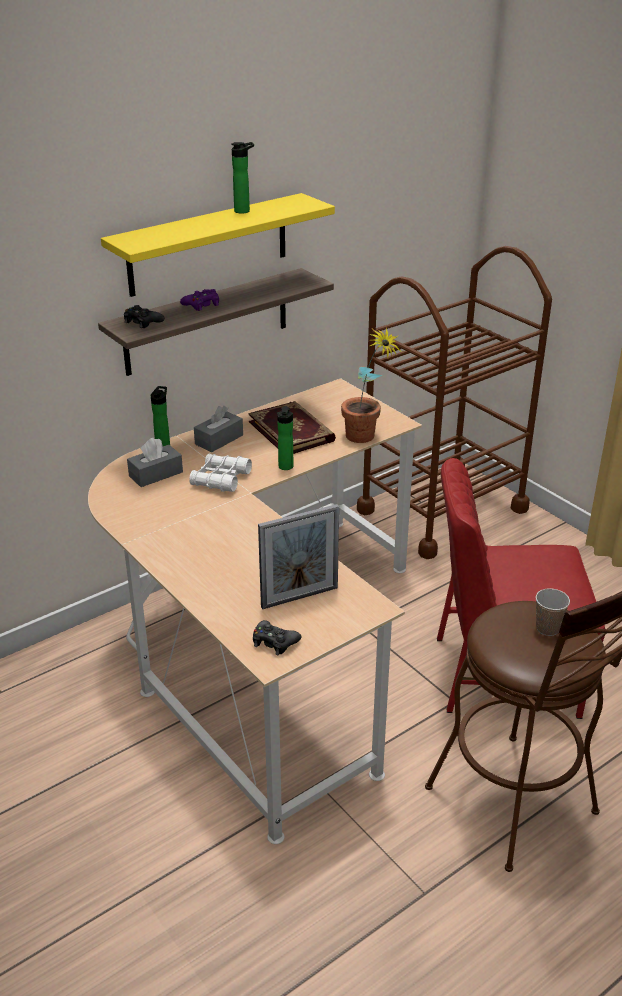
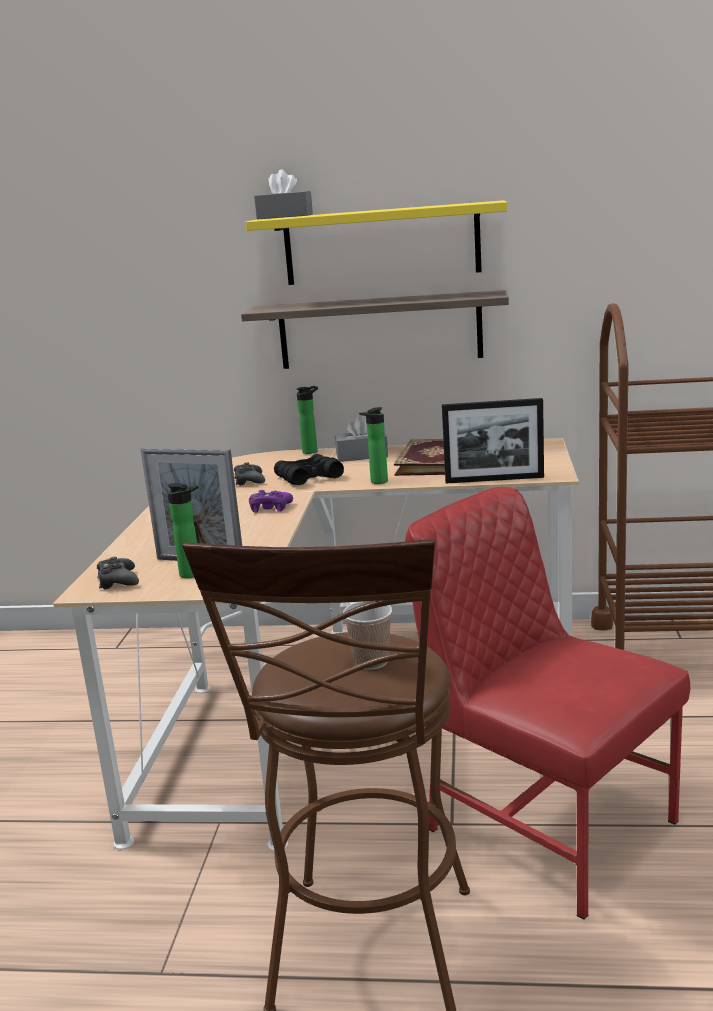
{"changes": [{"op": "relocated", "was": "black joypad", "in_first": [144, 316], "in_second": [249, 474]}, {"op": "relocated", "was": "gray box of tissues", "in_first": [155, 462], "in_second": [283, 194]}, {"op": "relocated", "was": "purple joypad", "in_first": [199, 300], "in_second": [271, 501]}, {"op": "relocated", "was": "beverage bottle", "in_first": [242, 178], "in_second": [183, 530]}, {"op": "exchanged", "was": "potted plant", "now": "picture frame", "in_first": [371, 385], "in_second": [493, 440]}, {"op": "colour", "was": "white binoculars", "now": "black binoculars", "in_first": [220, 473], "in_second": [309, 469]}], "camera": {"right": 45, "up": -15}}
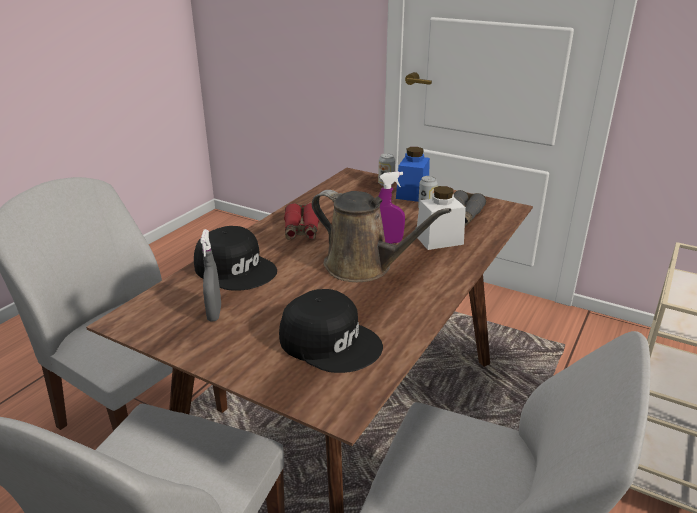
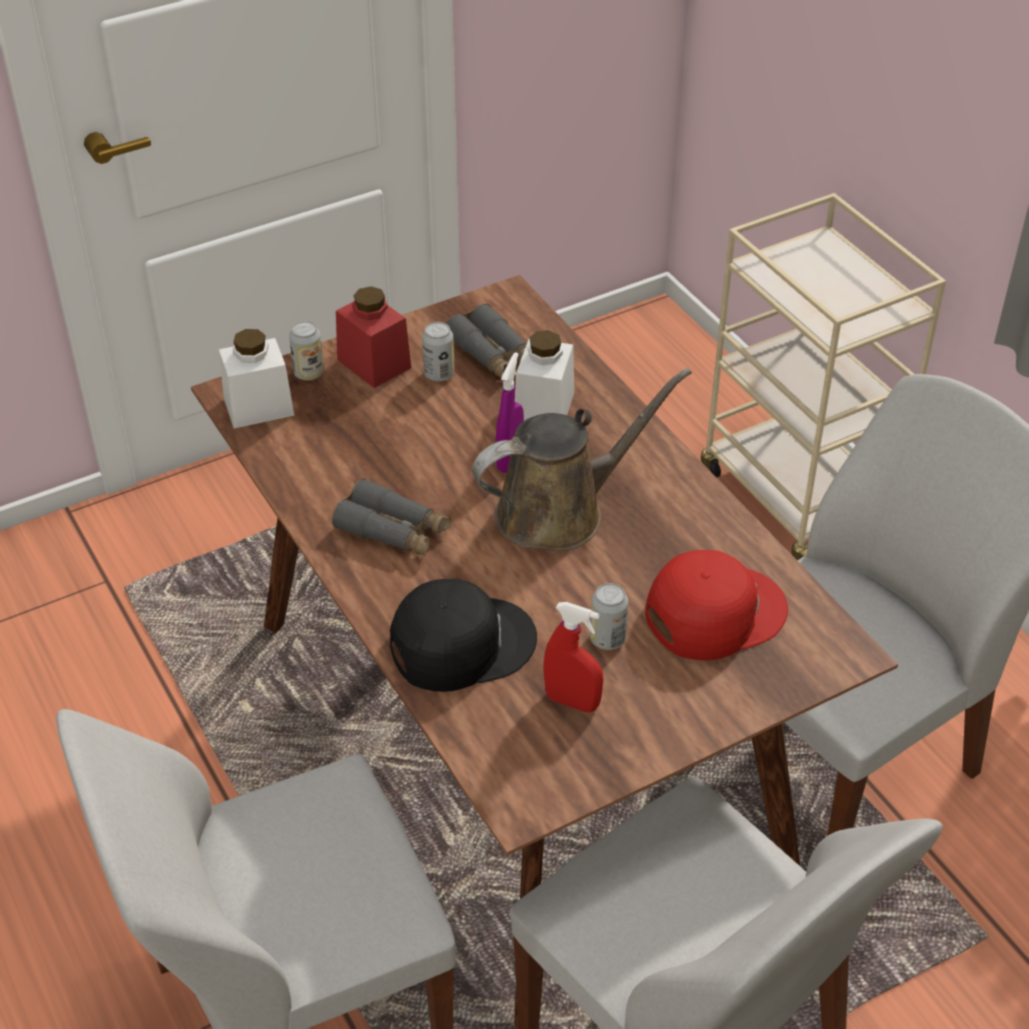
{"changes": [{"op": "appeared", "now": "white jar", "in_second": [257, 379]}, {"op": "appeared", "now": "sealed can", "in_second": [609, 616]}, {"op": "colour", "was": "gray hand sprayer", "now": "red-coloured hand sprayer", "in_first": [210, 275], "in_second": [573, 657]}, {"op": "colour", "was": "black peaked cap", "now": "red-coloured peaked cap", "in_first": [331, 331], "in_second": [716, 605]}, {"op": "colour", "was": "red-coloured binoculars", "now": "gray binoculars", "in_first": [302, 221], "in_second": [391, 517]}, {"op": "colour", "was": "blue jar", "now": "red-coloured jar", "in_first": [413, 174], "in_second": [373, 337]}], "camera": {"right": -60, "up": 15}}
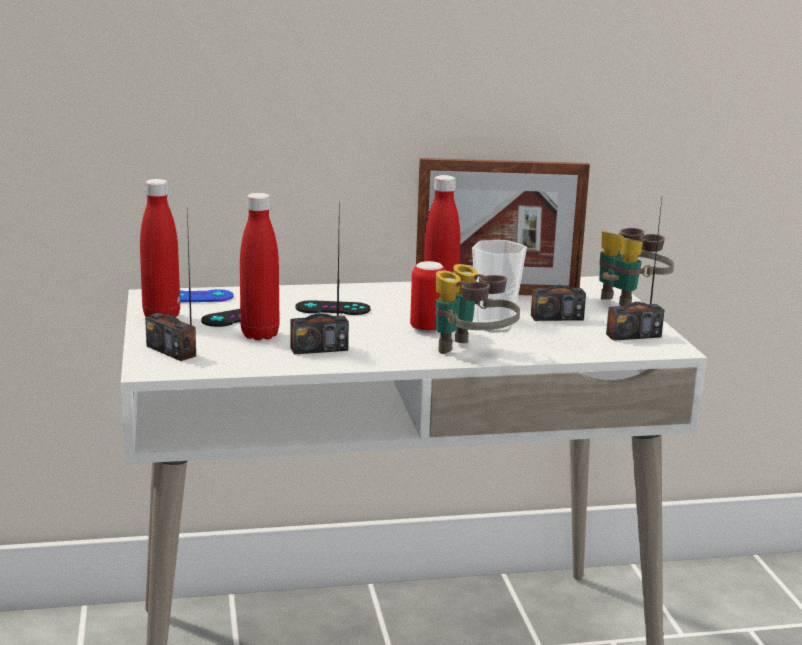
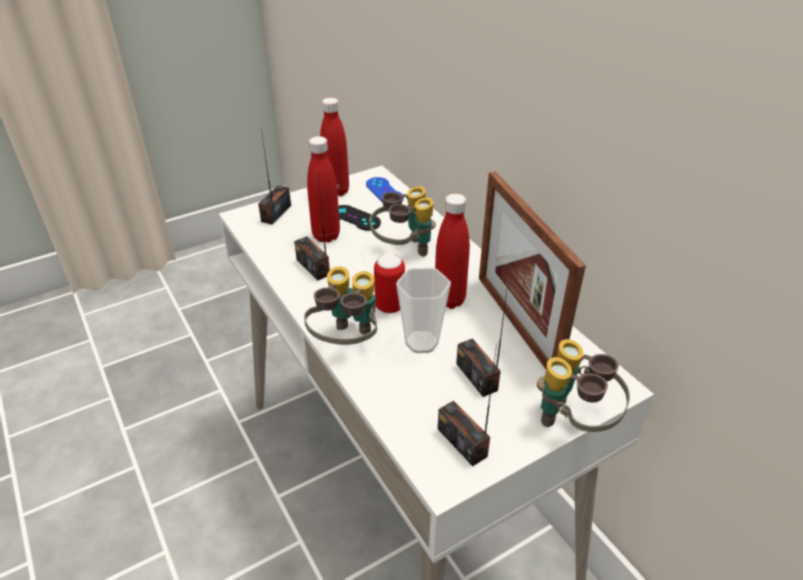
{"changes": [{"op": "exchanged", "was": "black joypad", "now": "binoculars", "in_first": [333, 307], "in_second": [403, 221]}], "camera": {"right": 70, "up": 20}}
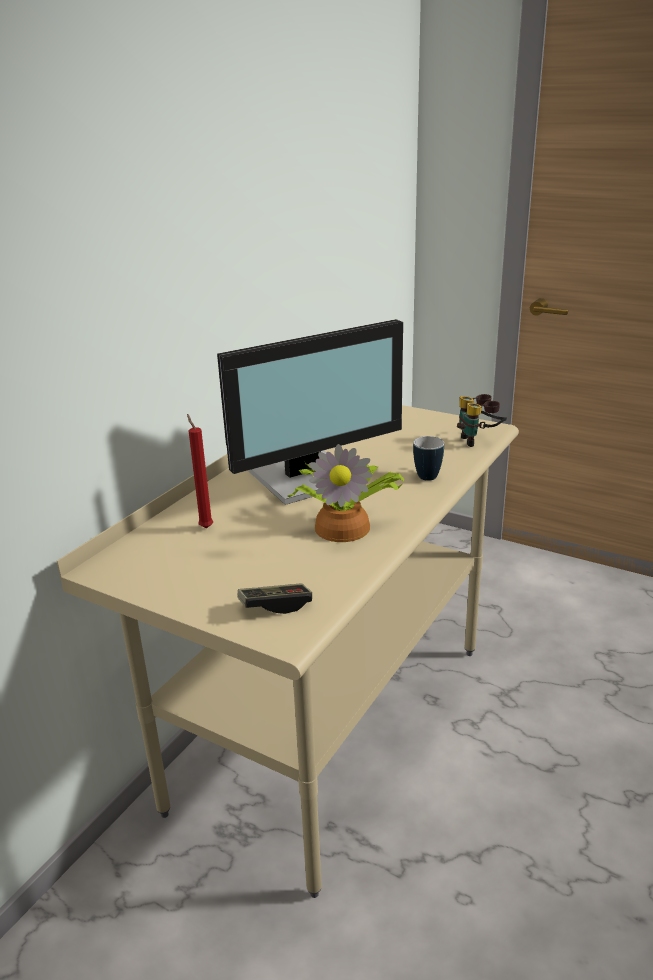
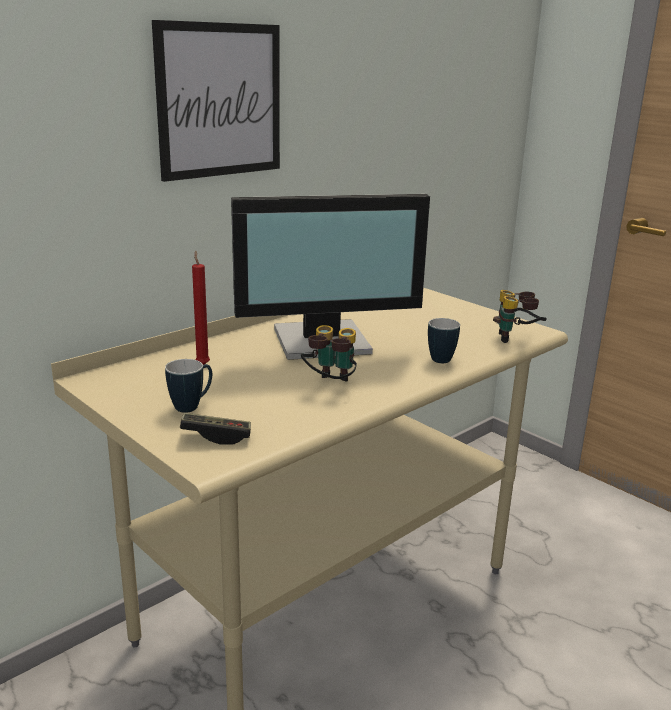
{"changes": [{"op": "appeared", "now": "wall picture", "in_second": [216, 101]}, {"op": "appeared", "now": "coffee mug", "in_second": [188, 386]}, {"op": "exchanged", "was": "potted plant", "now": "binoculars", "in_first": [346, 493], "in_second": [329, 353]}], "camera": {"right": 15, "up": -5}}
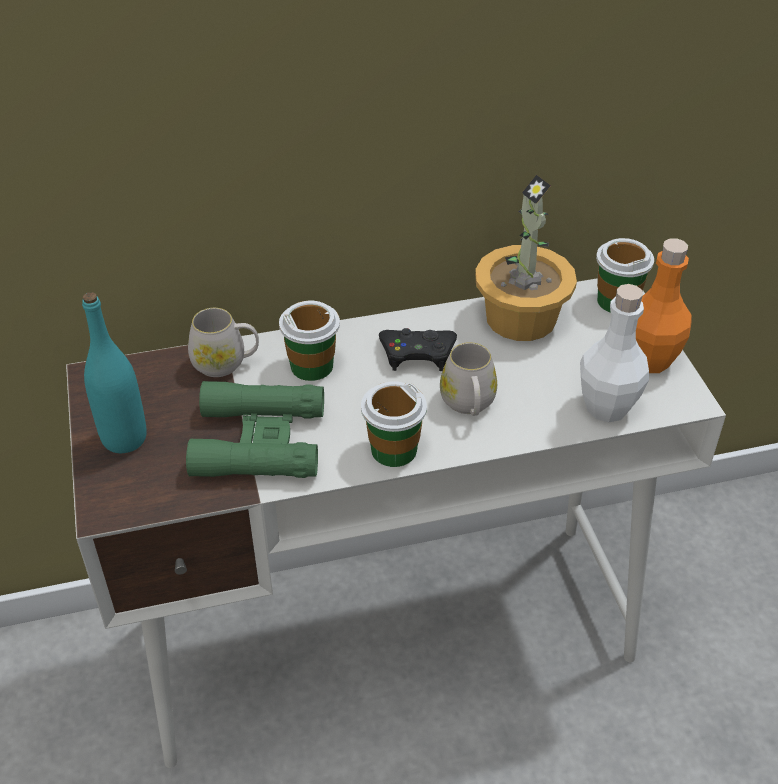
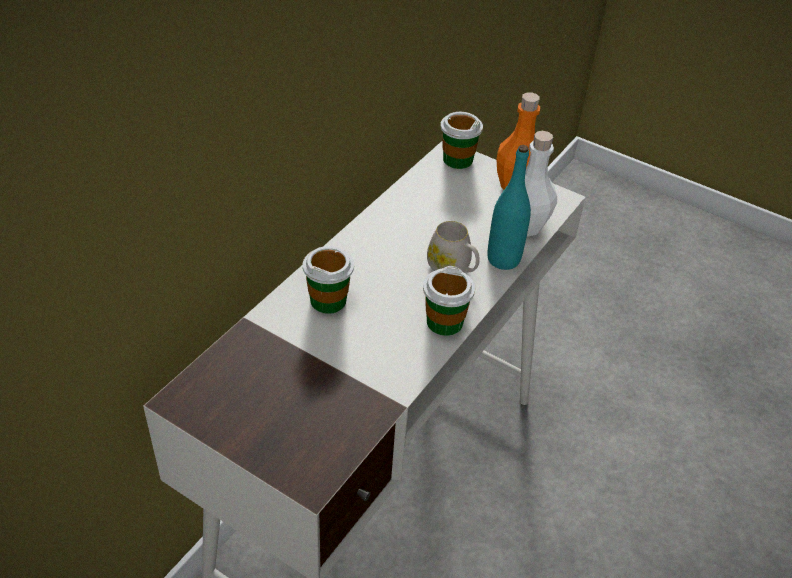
{"changes": [{"op": "missing", "was": "green binoculars", "in_first": [255, 429]}, {"op": "missing", "was": "white coffee mug", "in_first": [223, 342]}, {"op": "missing", "was": "black joypad", "in_first": [418, 349]}, {"op": "missing", "was": "potted plant", "in_first": [526, 258]}, {"op": "relocated", "was": "blue-green beverage bottle", "in_first": [114, 372], "in_second": [509, 207]}], "camera": {"right": -45, "up": 0}}
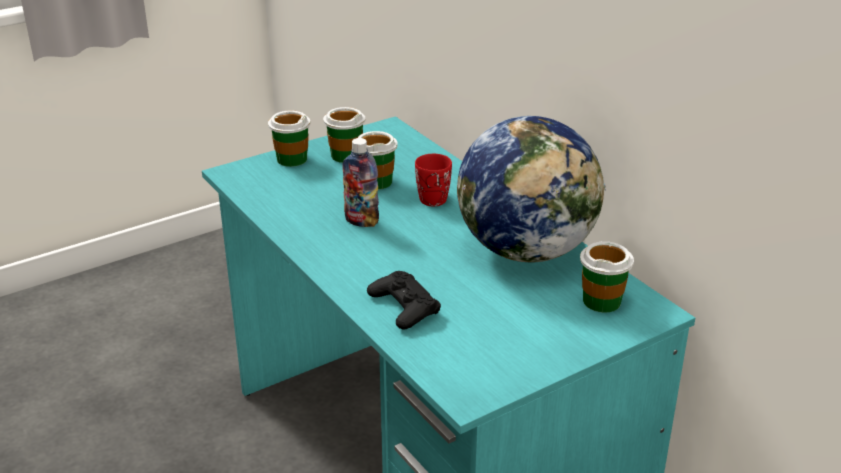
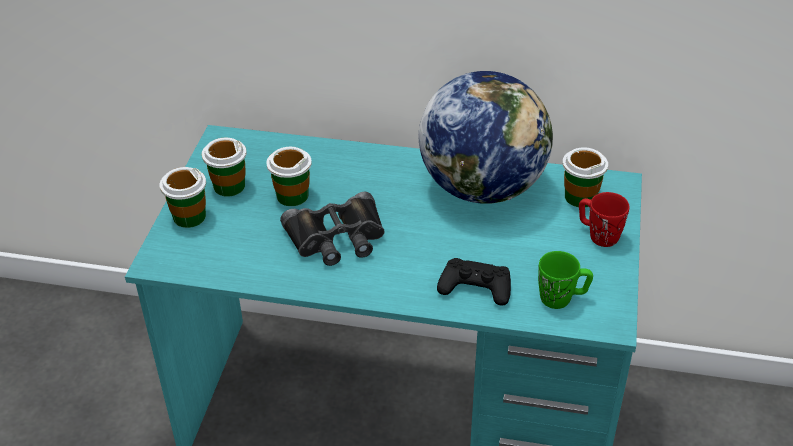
{"changes": [{"op": "appeared", "now": "green coffee mug", "in_second": [565, 280]}, {"op": "relocated", "was": "red-coloured coffee mug", "in_first": [433, 180], "in_second": [604, 219]}, {"op": "exchanged", "was": "beverage bottle", "now": "black binoculars", "in_first": [360, 182], "in_second": [332, 229]}], "camera": {"right": -45, "up": 10}}
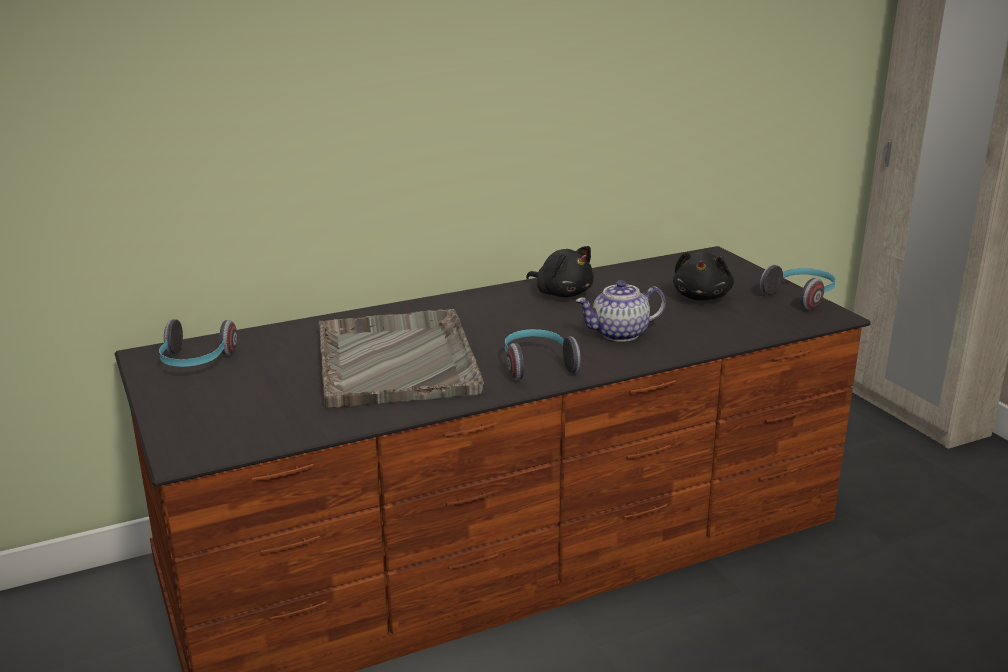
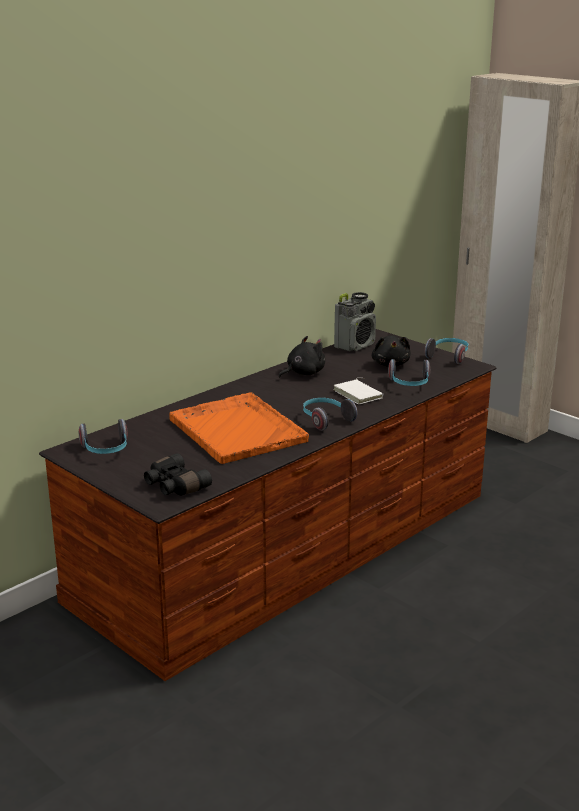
{"changes": [{"op": "appeared", "now": "black binoculars", "in_second": [178, 474]}, {"op": "appeared", "now": "radio receiver", "in_second": [355, 321]}, {"op": "appeared", "now": "headphones", "in_second": [409, 372]}, {"op": "exchanged", "was": "pot for tea", "now": "white volume", "in_first": [620, 311], "in_second": [358, 391]}, {"op": "colour", "was": "gray tray", "now": "orangey tray", "in_first": [401, 358], "in_second": [239, 428]}, {"op": "spun", "was": "black cuddly toy", "in_first": [560, 271], "in_second": [301, 357], "clockwise": -60}], "camera": {"right": -20, "up": 0}}
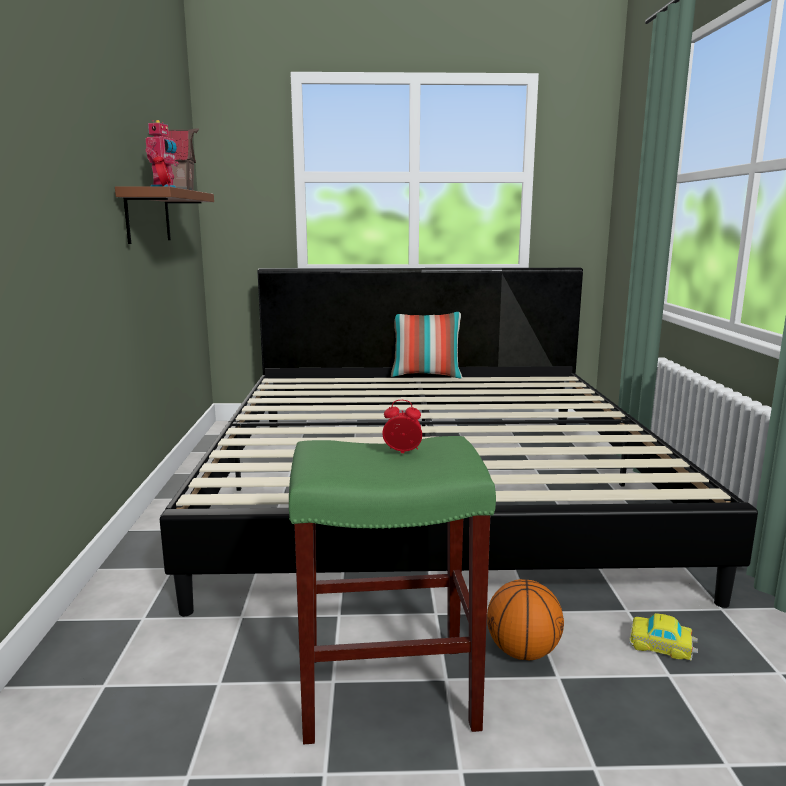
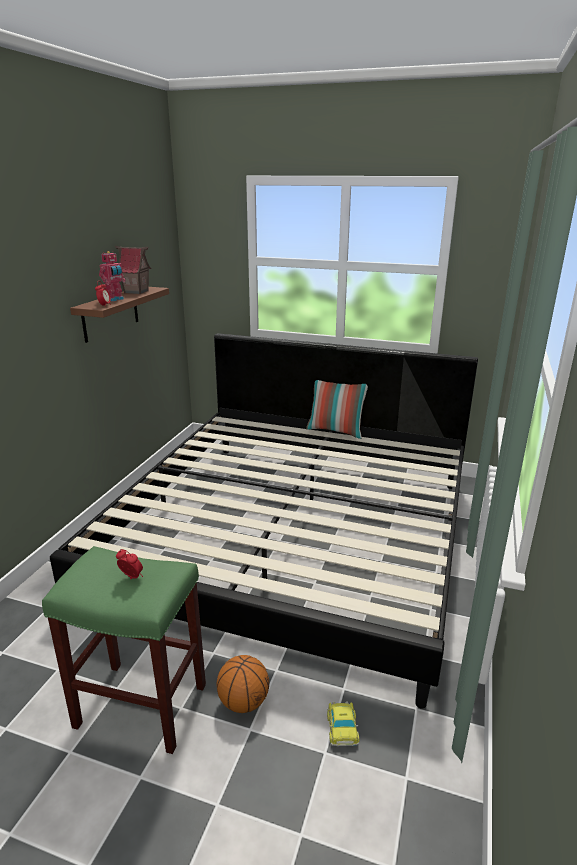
{"changes": [{"op": "spun", "was": "model car", "in_first": [663, 636], "in_second": [343, 723], "clockwise": -135}], "camera": {"right": 20, "up": 10}}
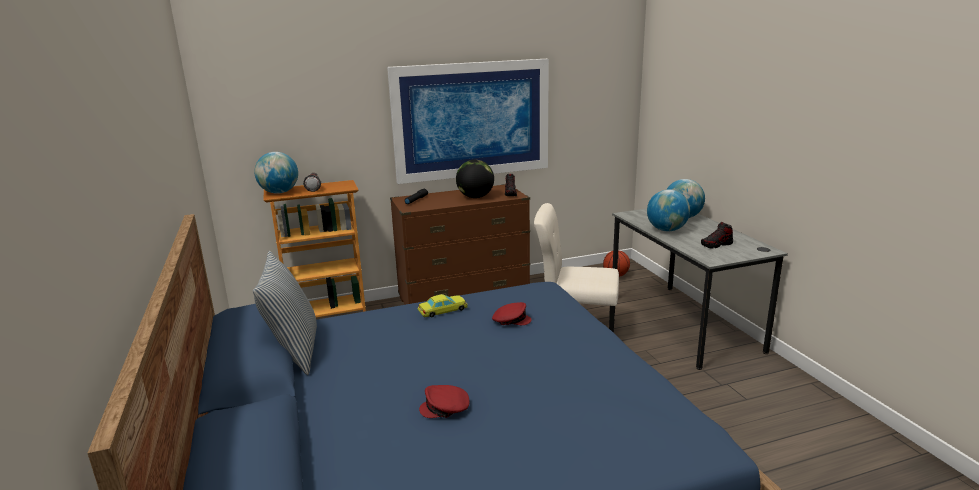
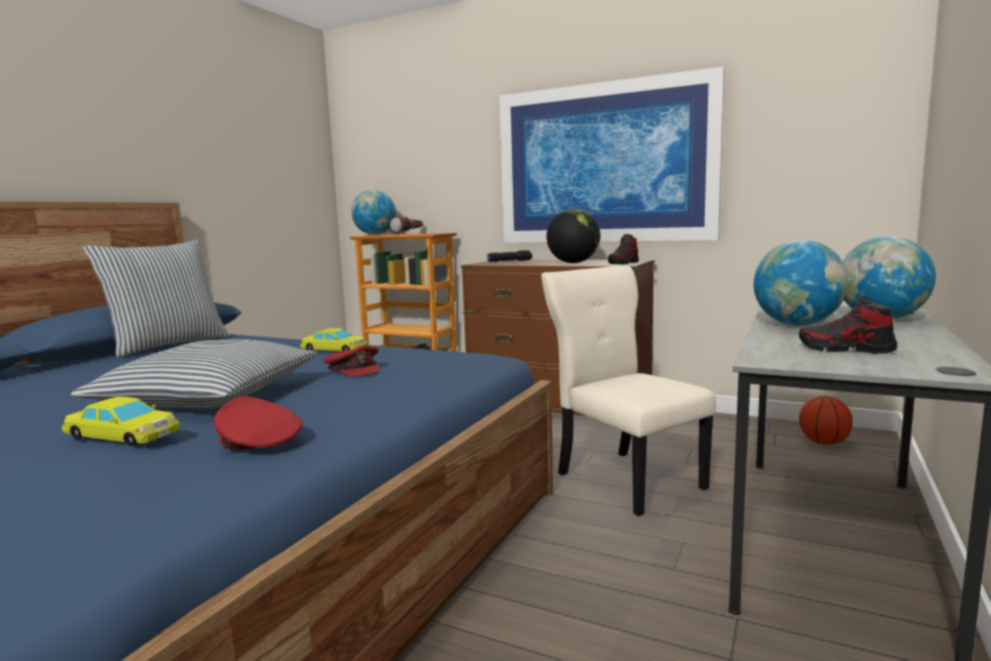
{"changes": [{"op": "appeared", "now": "yellow model car", "in_second": [121, 421]}, {"op": "appeared", "now": "cushion", "in_second": [194, 373]}, {"op": "relocated", "was": "red-coloured peaked cap", "in_first": [444, 401], "in_second": [258, 422]}], "camera": {"right": 45, "up": -10}}
